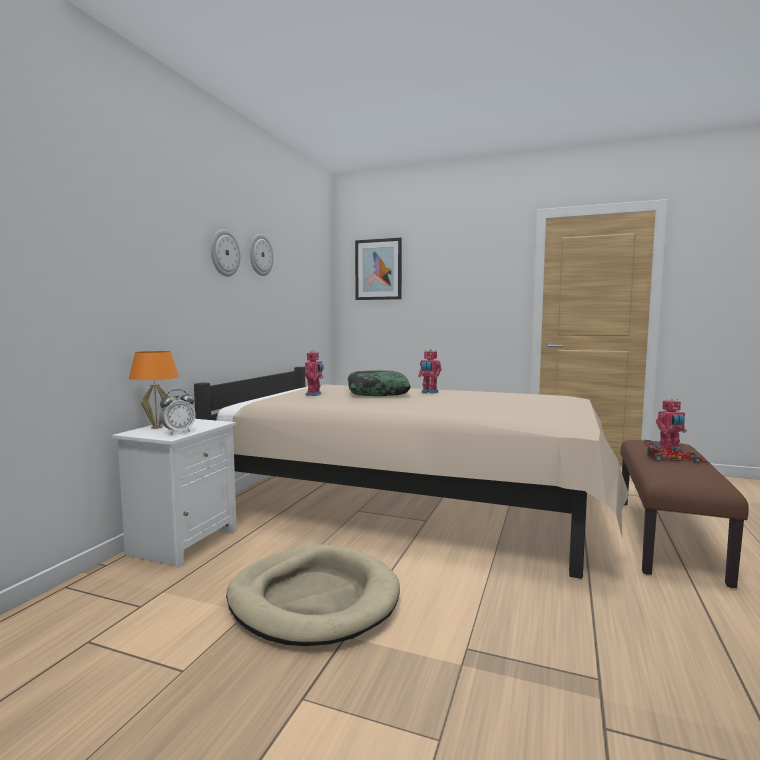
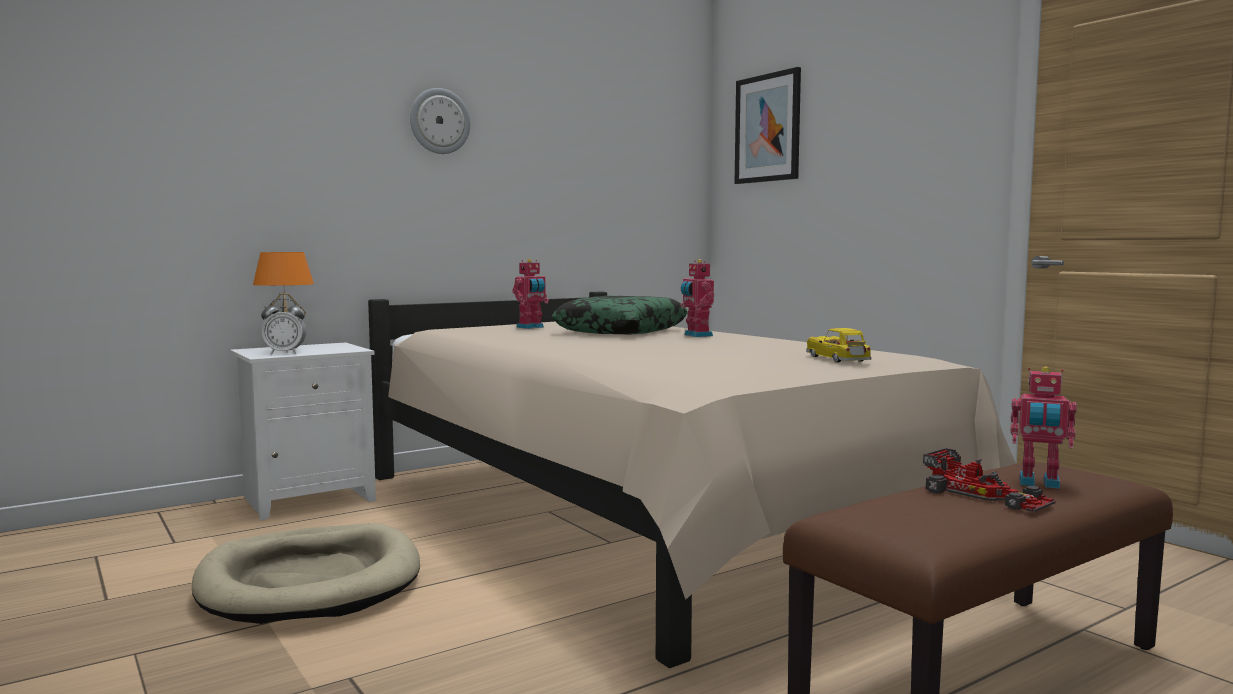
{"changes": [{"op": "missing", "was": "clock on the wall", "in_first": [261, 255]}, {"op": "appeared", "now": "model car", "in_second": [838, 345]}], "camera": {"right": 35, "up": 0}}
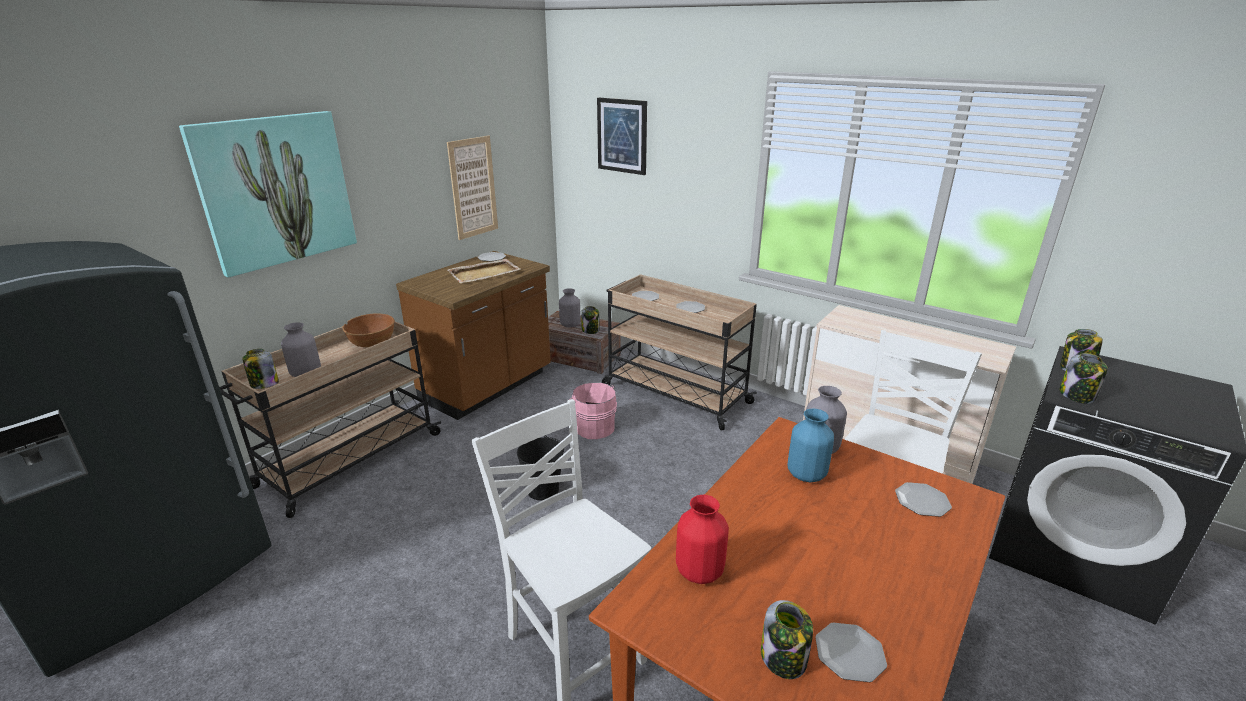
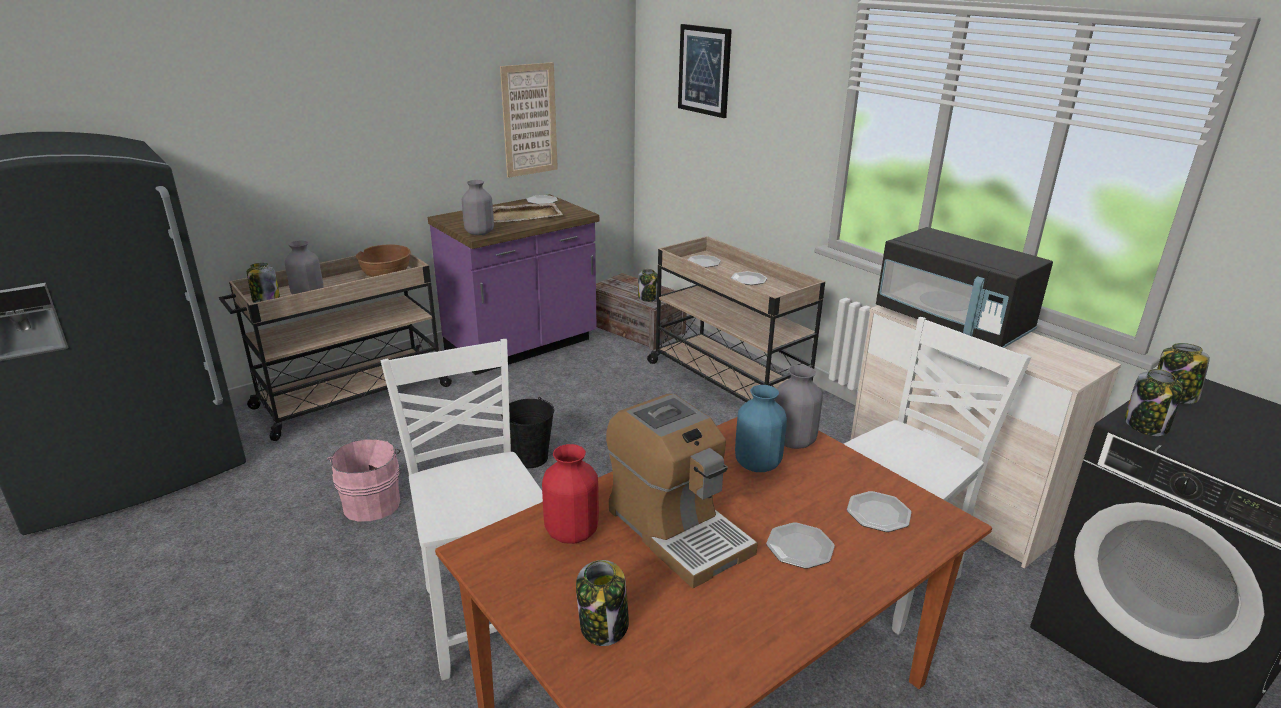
{"changes": [{"op": "missing", "was": "wall picture", "in_first": [268, 194]}, {"op": "appeared", "now": "coffee maker", "in_second": [682, 491]}, {"op": "appeared", "now": "black kitchen microwave", "in_second": [964, 287]}, {"op": "relocated", "was": "gray decorative vase", "in_first": [570, 308], "in_second": [478, 207]}, {"op": "relocated", "was": "pink-coloured bucket", "in_first": [593, 410], "in_second": [363, 480]}, {"op": "relocated", "was": "flat dish", "in_first": [851, 652], "in_second": [800, 545]}, {"op": "colour", "was": "brown-coloured kitchen base unit", "now": "purple kitchen base unit", "in_first": [473, 335], "in_second": [513, 284]}], "camera": {"right": 15, "up": 0}}
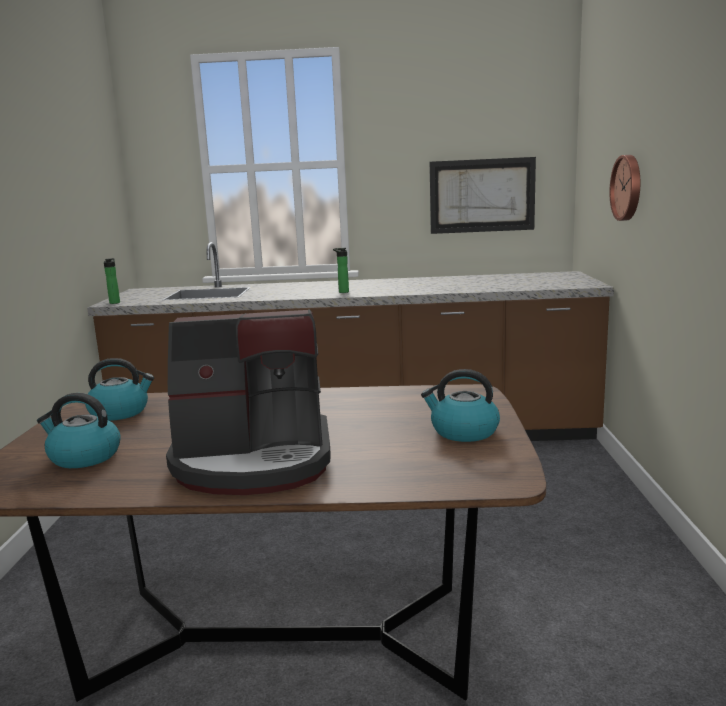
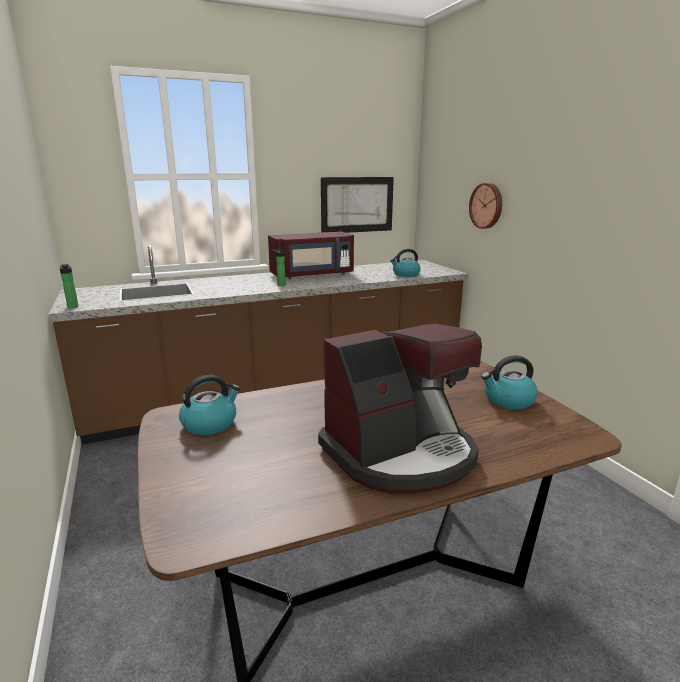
{"changes": [{"op": "appeared", "now": "red-coloured kitchen microwave", "in_second": [311, 255]}, {"op": "relocated", "was": "kettle", "in_first": [79, 430], "in_second": [405, 263]}], "camera": {"right": -25, "up": 5}}
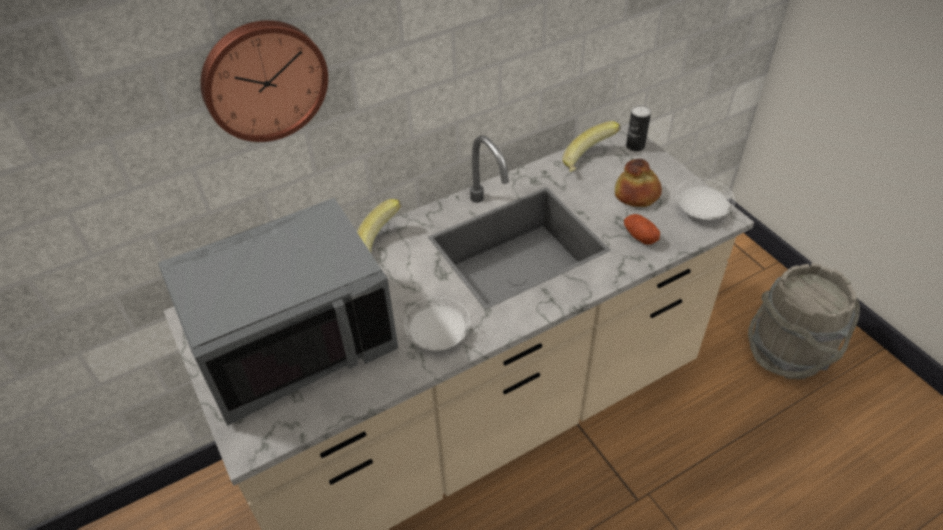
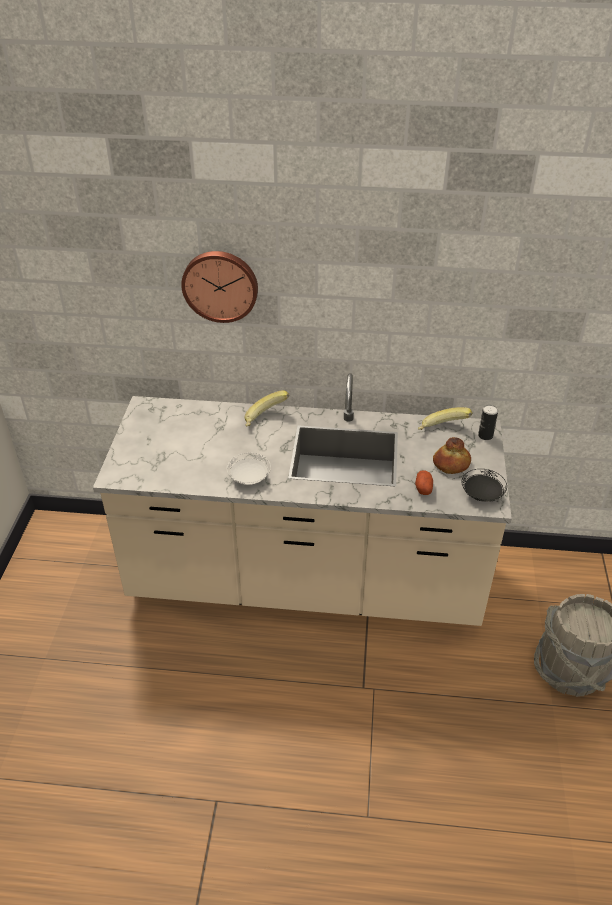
{"changes": [{"op": "missing", "was": "gray kitchen microwave", "in_first": [278, 312]}, {"op": "colour", "was": "white flat dish", "now": "black flat dish", "in_first": [705, 199], "in_second": [484, 485]}], "camera": {"right": 35, "up": -5}}
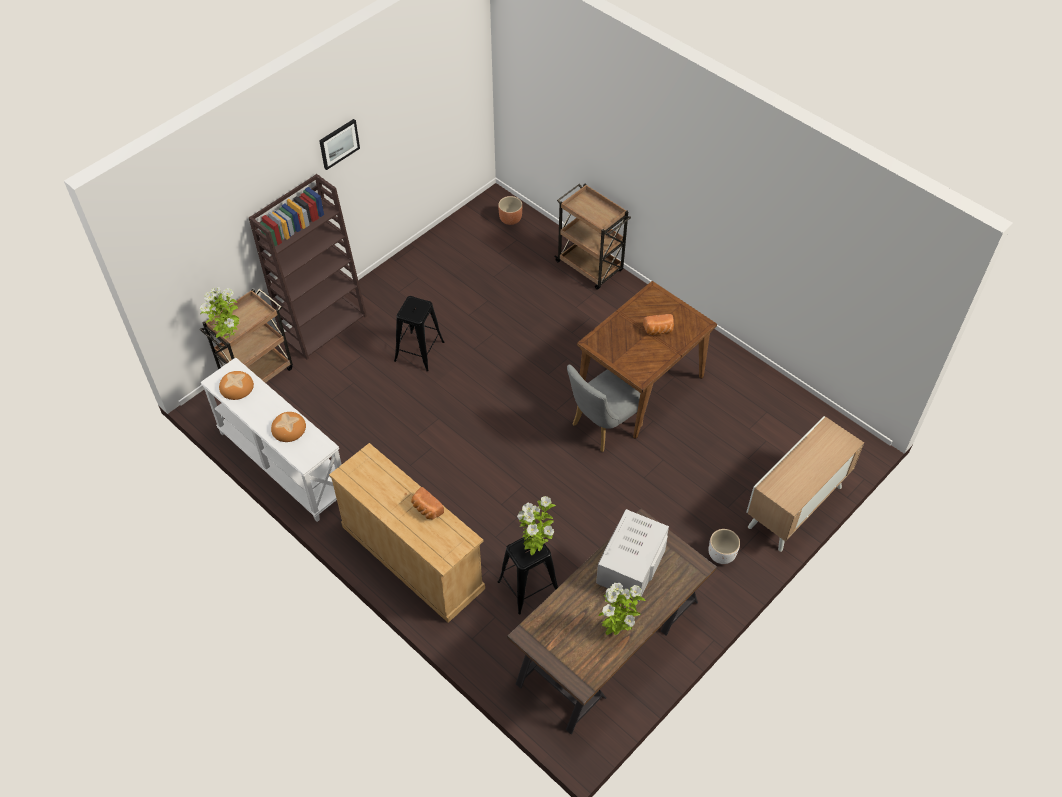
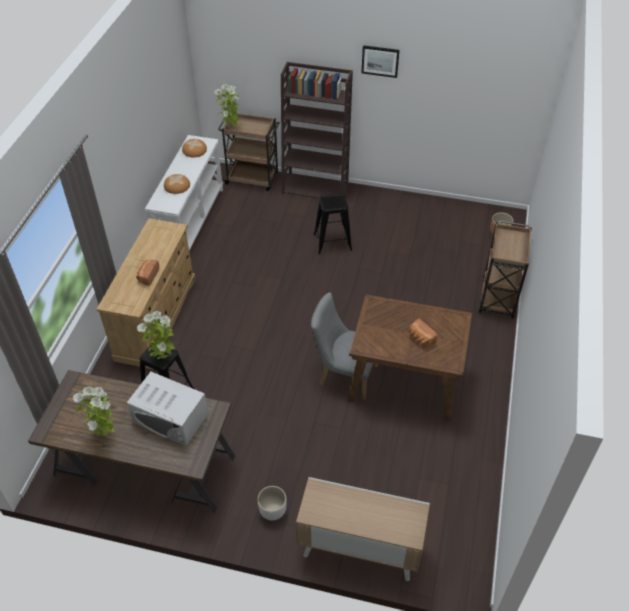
{"changes": [{"op": "spun", "was": "white kitchen microwave", "in_first": [632, 555], "in_second": [167, 409], "clockwise": -150}], "camera": {"right": 60, "up": -5}}
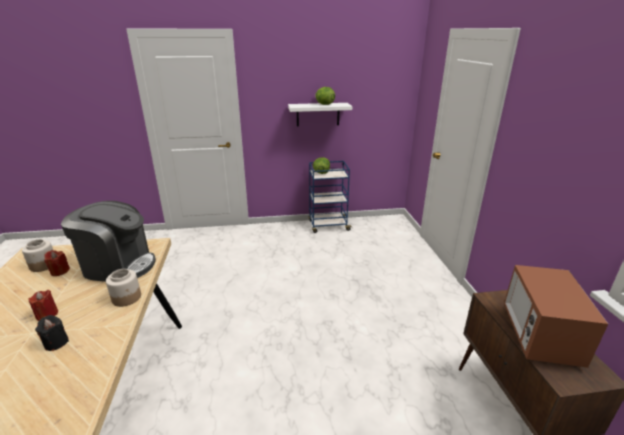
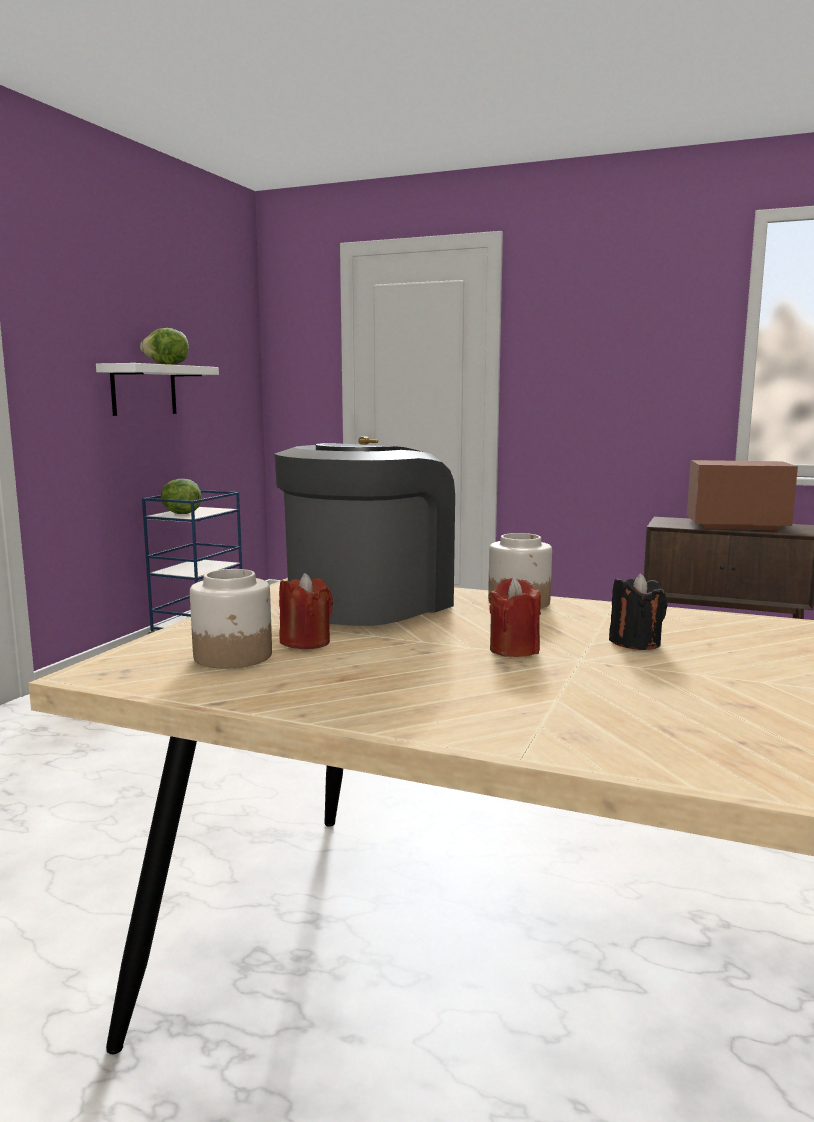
{"changes": [{"op": "spun", "was": "kitchen microwave", "in_first": [556, 316], "in_second": [742, 495], "clockwise": 150}], "camera": {"right": -60, "up": -15}}
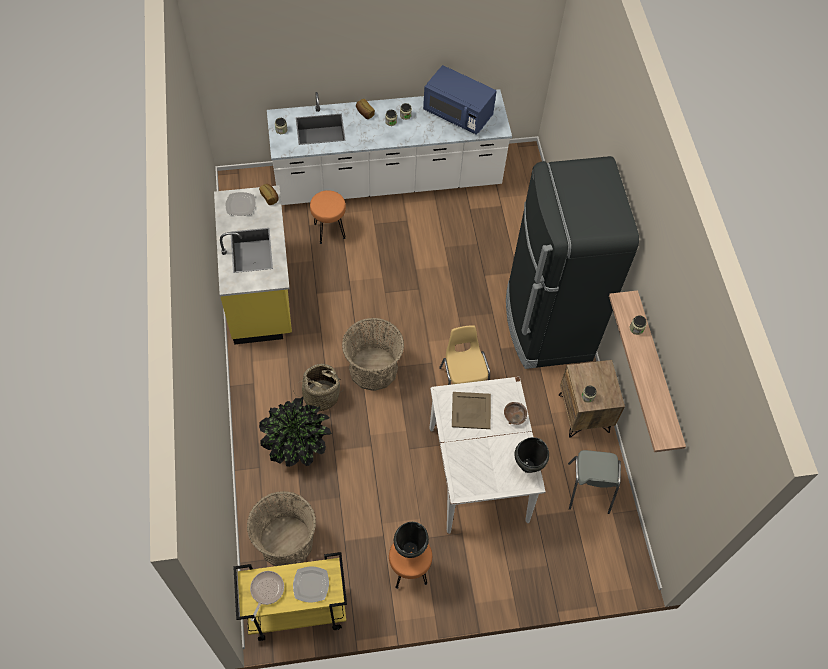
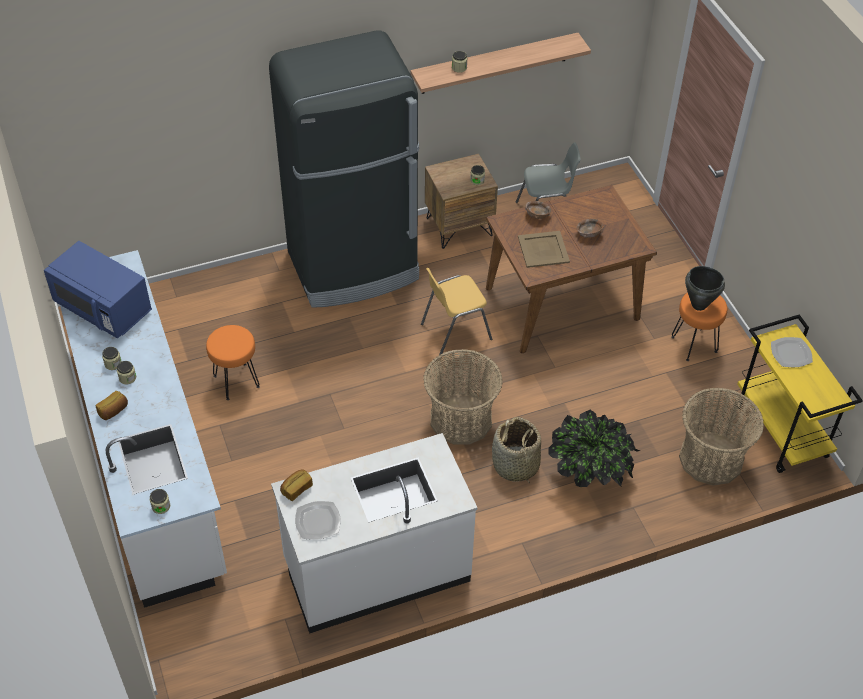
{"changes": [{"op": "missing", "was": "pan", "in_first": [267, 596]}, {"op": "missing", "was": "black stockpot", "in_first": [531, 455]}, {"op": "appeared", "now": "brown-coloured deep dish", "in_second": [590, 228]}, {"op": "relocated", "was": "orangey stool seat", "in_first": [328, 217], "in_second": [233, 362]}, {"op": "colour", "was": "yellow kitchen base unit", "now": "white kitchen base unit", "in_first": [253, 265], "in_second": [374, 533]}, {"op": "colour", "was": "white kitchen table", "now": "brown-coloured kitchen table", "in_first": [487, 455], "in_second": [571, 269]}, {"op": "spun", "was": "blue kitchen microwave", "in_first": [460, 100], "in_second": [98, 289], "clockwise": 105}], "camera": {"right": -100, "up": -10}}
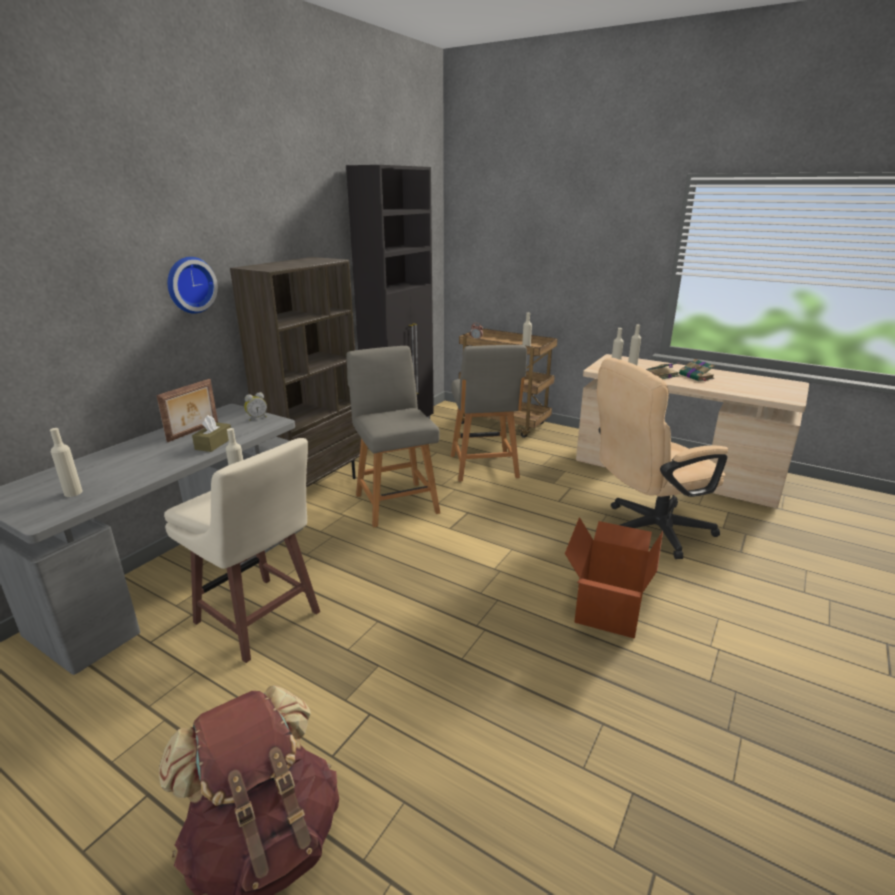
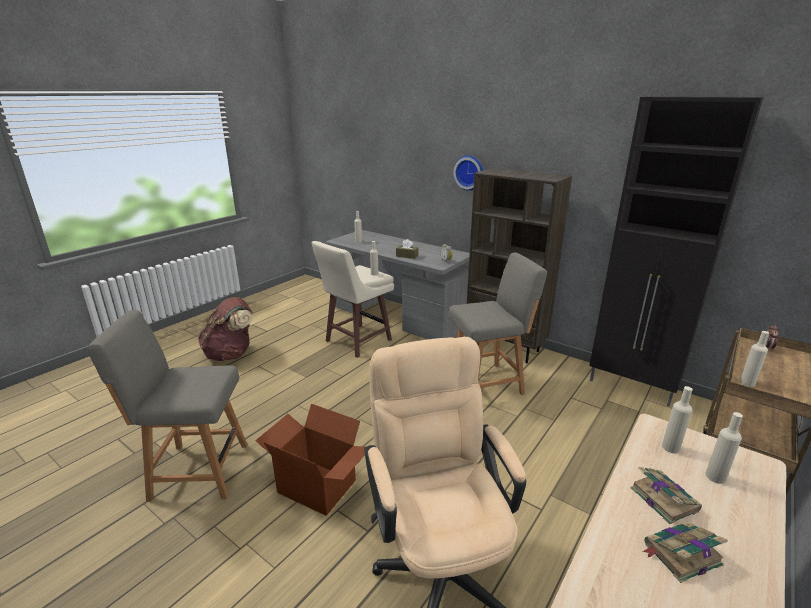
{"changes": [{"op": "missing", "was": "picture frame", "in_first": [187, 410]}, {"op": "relocated", "was": "gray plain chair", "in_first": [489, 413], "in_second": [167, 406]}], "camera": {"right": 95, "up": 0}}
